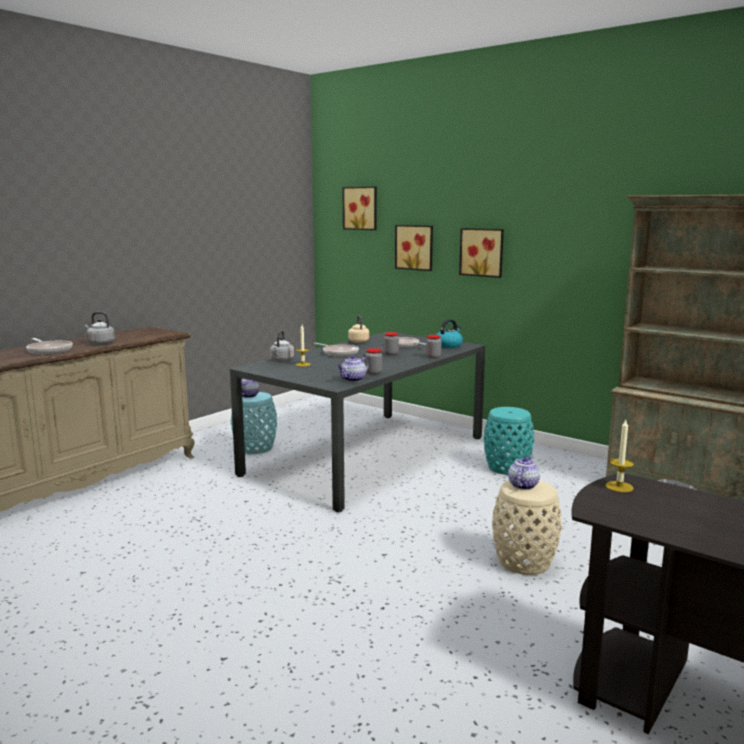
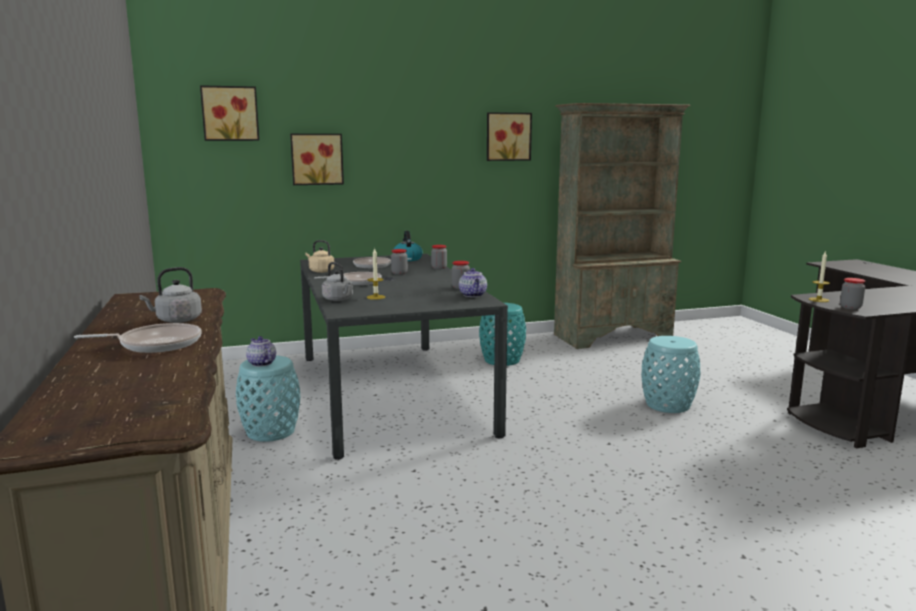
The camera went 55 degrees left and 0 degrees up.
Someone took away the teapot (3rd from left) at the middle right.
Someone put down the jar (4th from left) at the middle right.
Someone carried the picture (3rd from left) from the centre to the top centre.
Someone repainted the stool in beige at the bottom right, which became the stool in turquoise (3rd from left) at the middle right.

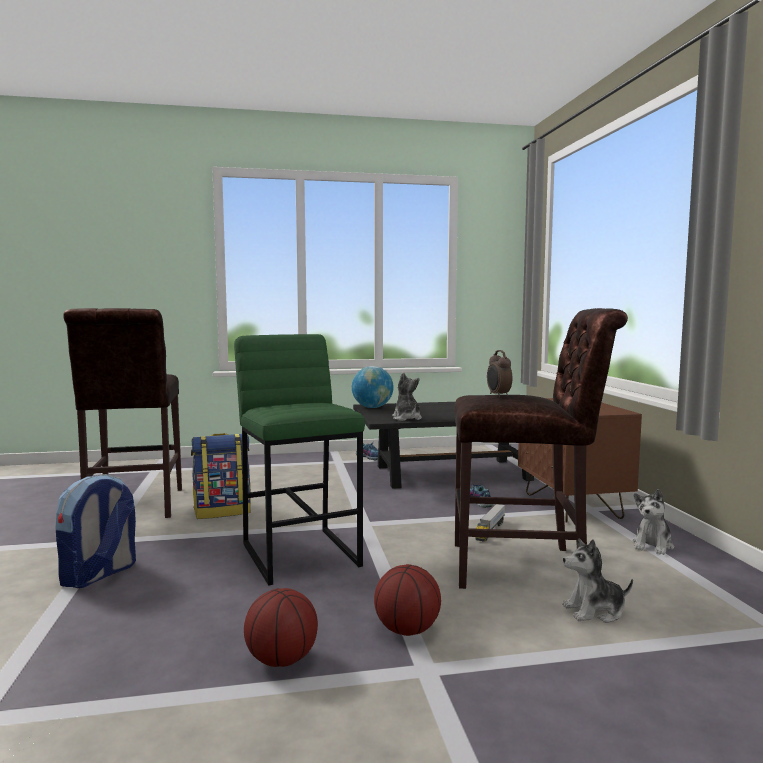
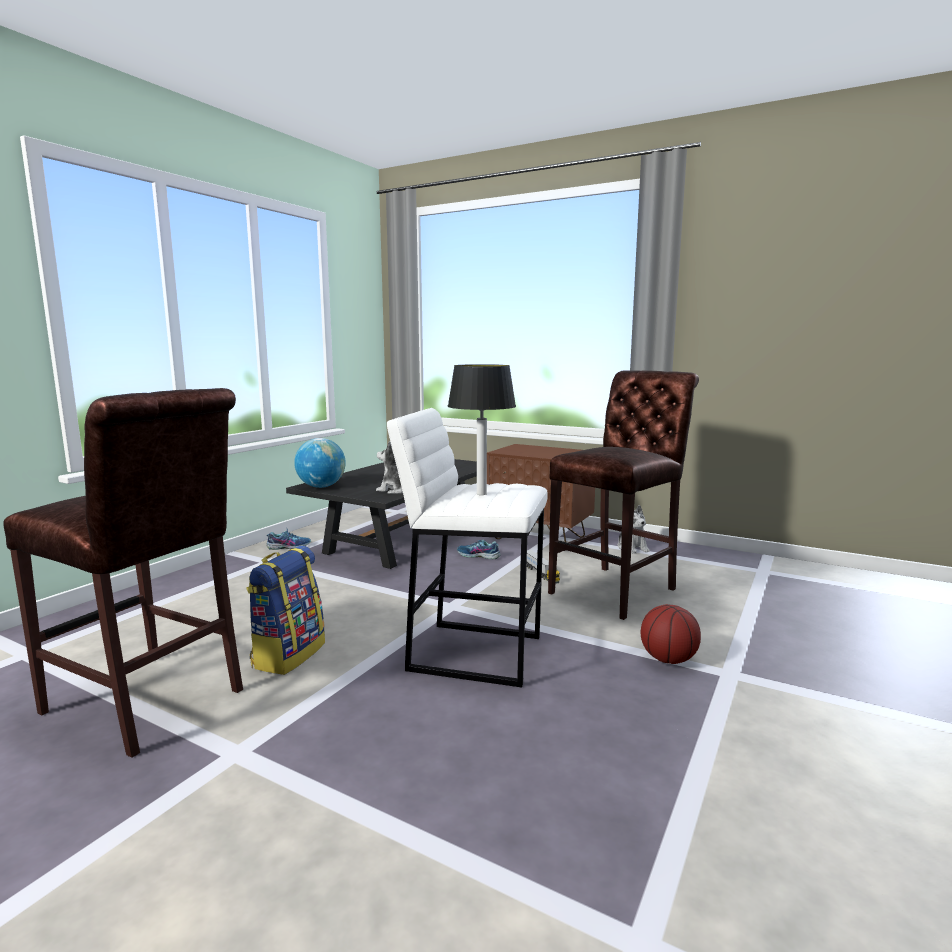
The camera went 50 degrees left and 5 degrees up.
Someone took away the backpack (1st from left) at the bottom left.
Someone took away the basketball (1st from left) at the bottom centre.
Someone took away the alarm clock at the centre.
Someone took away the plush toy (2nd from left) at the bottom right.
Someone put down the table lamp at the centre.
Someone repainted the stool in green at the centre, which became the stool in white at the centre.

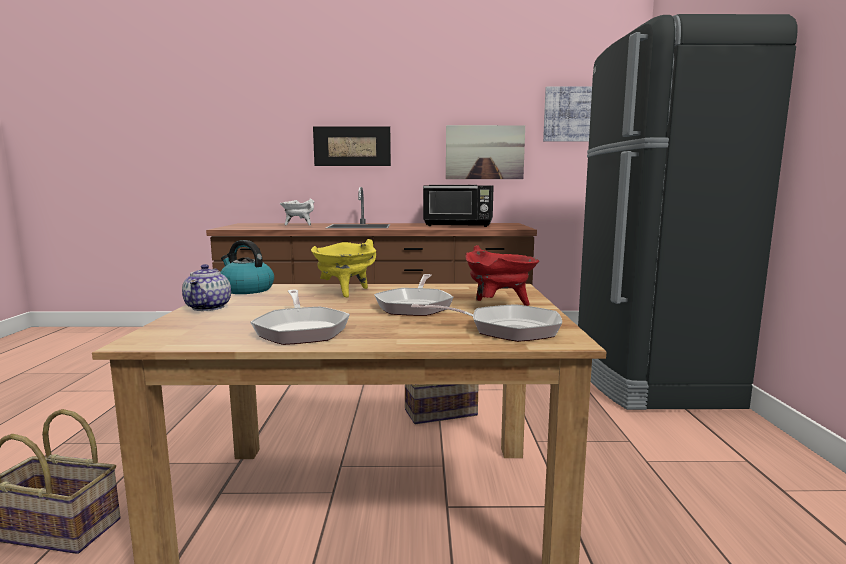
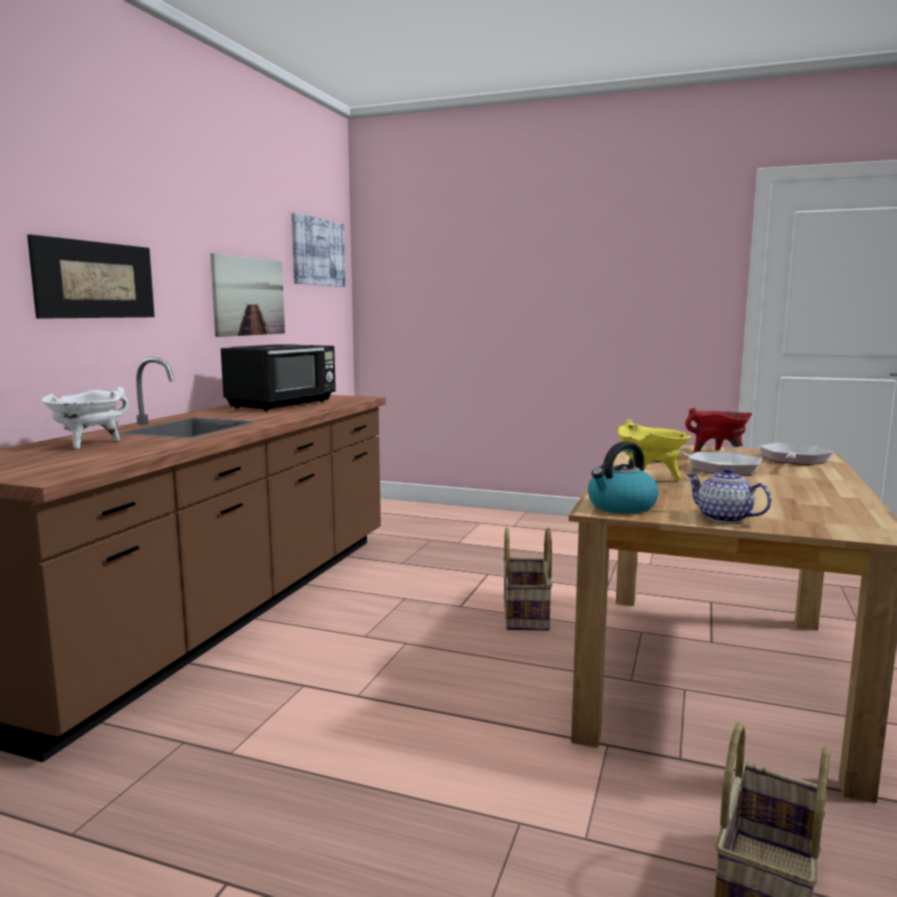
The camera went 70 degrees left and 0 degrees up.
Someone took away the frying pan (1st from left) at the centre.
Someone took away the fridge in black at the middle right.
Someone rotated the teapot at the middle left by 150 degrees counterclockwise.

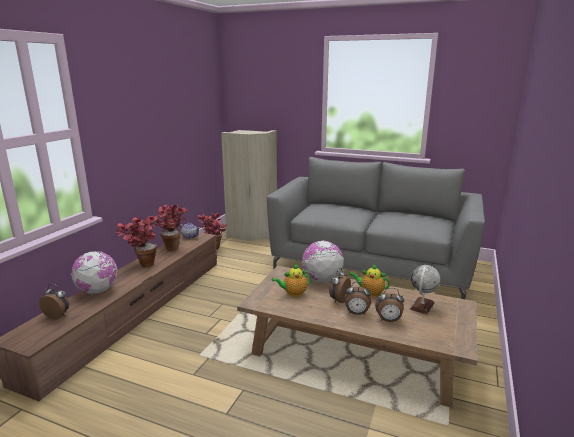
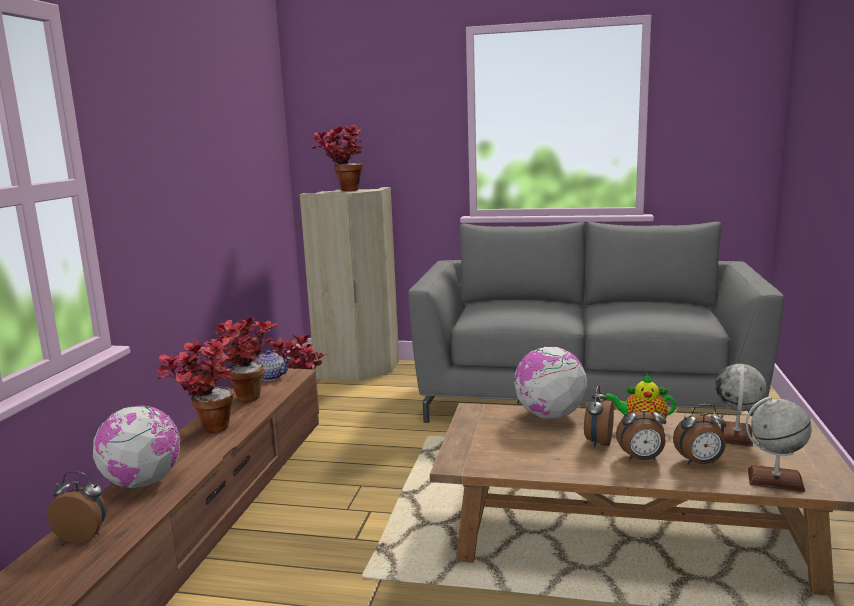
The camera went 10 degrees left and 5 degrees down.
Someone took away the teapot (2nd from left) at the centre.
Someone put down the potted plant (4th from left) at the top centre.
Someone put down the globe (4th from left) at the bottom right.

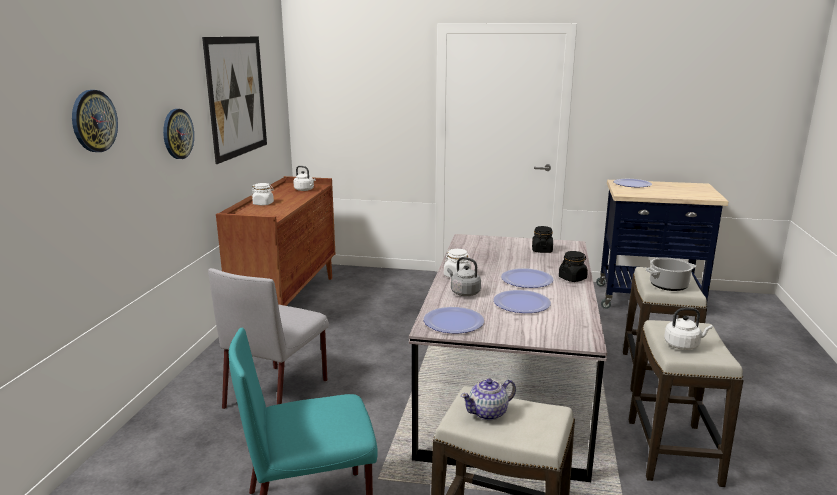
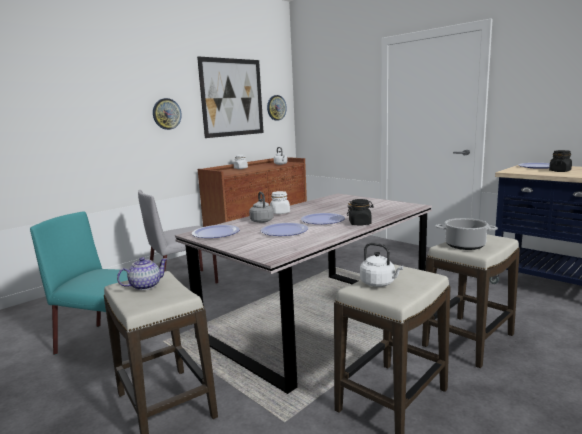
The camera went 35 degrees right and 5 degrees down.
Someone carried the wall clock (1st from left in the first image) from the top left to the top centre.
Someone carried the jar in black (1st from left in the first image) from the centre to the middle right.
Someone rotated the teapot at the bottom centre by 135 degrees clockwise.

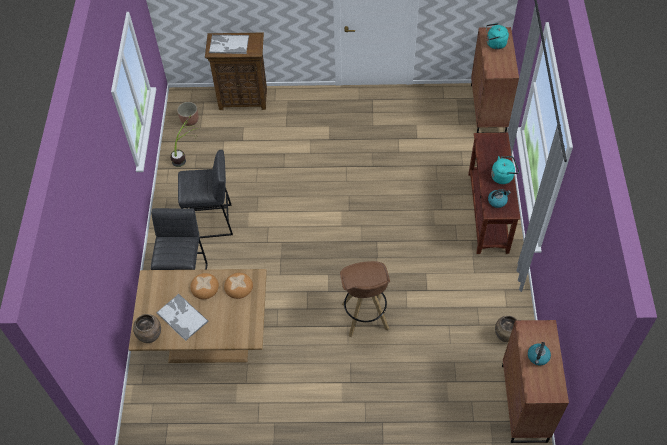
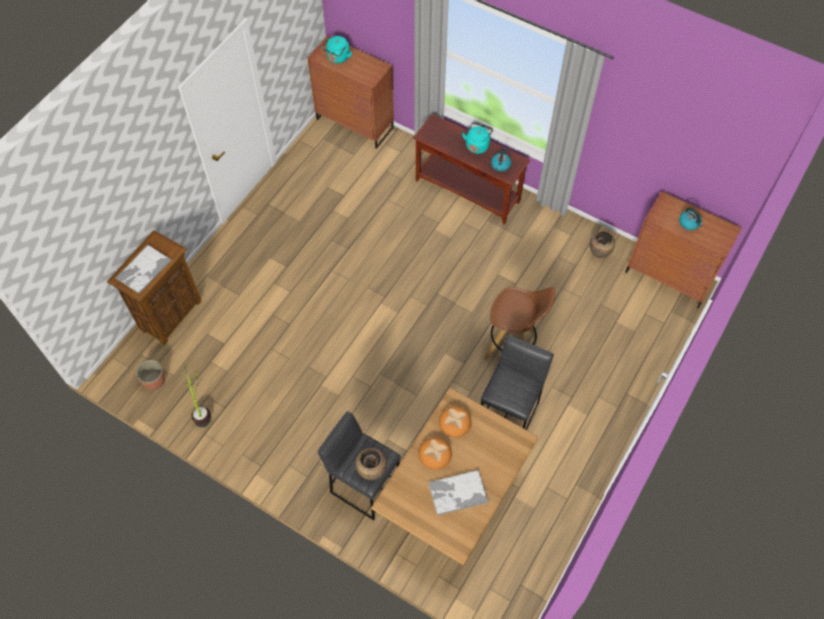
The camera went 60 degrees left and 5 degrees up.
Someone carried the vase in brown (1st from left) from the bottom left to the bottom centre.
Someone carried the stool in grey (2nd from left) from the middle left to the centre.

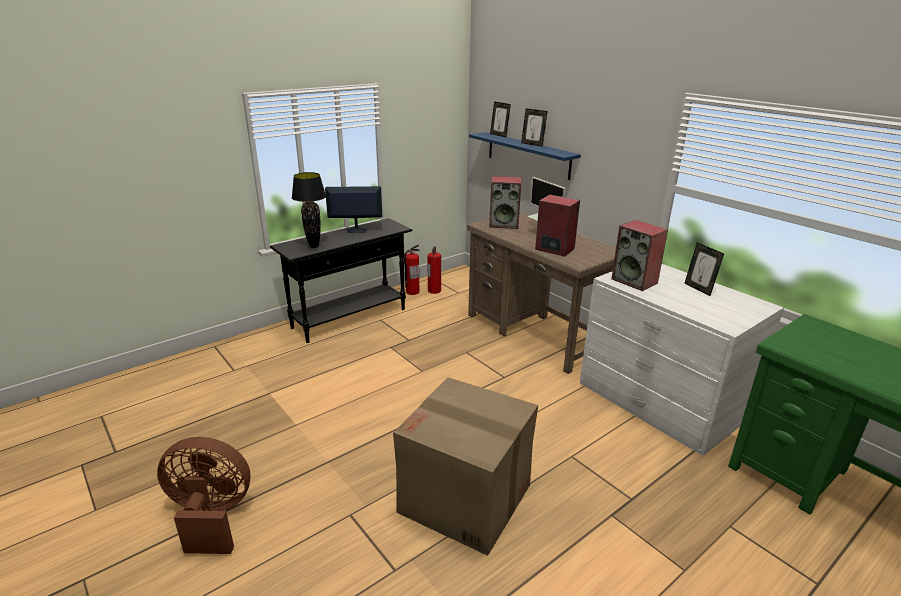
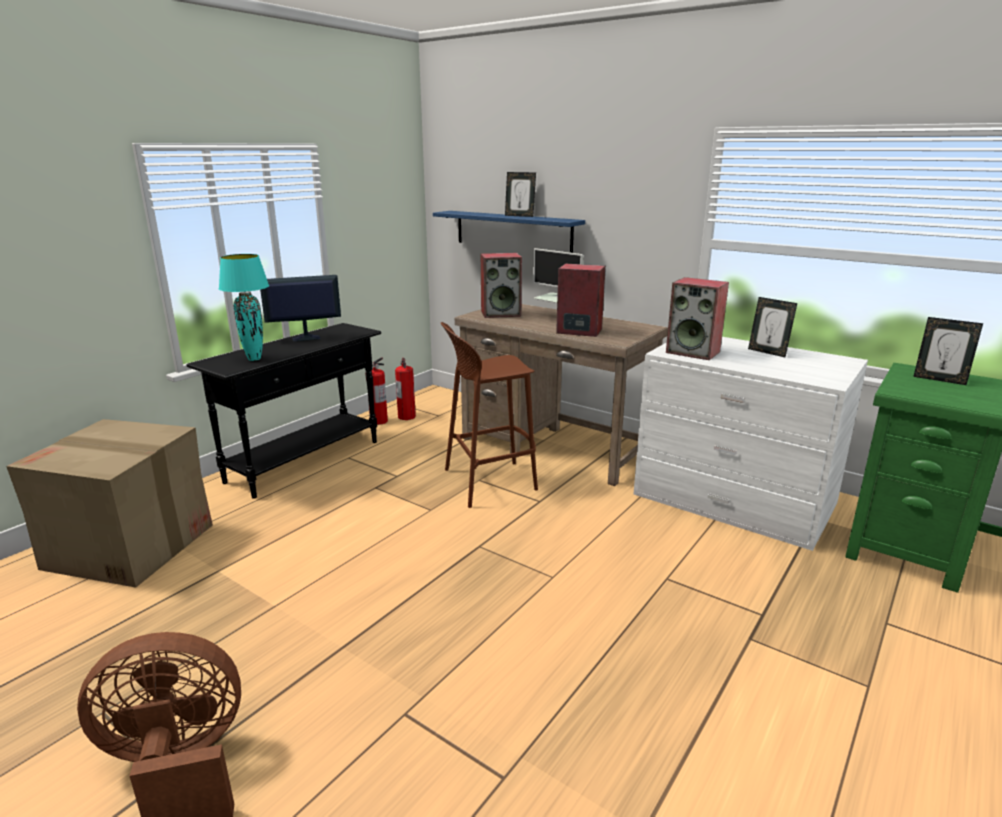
The camera went 15 degrees left and 5 degrees down.
Someone put down the stool in brown at the centre.
Someone carried the cardboard box from the bottom centre to the middle left.
Someone carried the picture frame (1st from left in the first image) from the top centre to the middle right.
Someone repainted the table lamp in black at the centre, which became the table lamp in turquoise at the middle left.

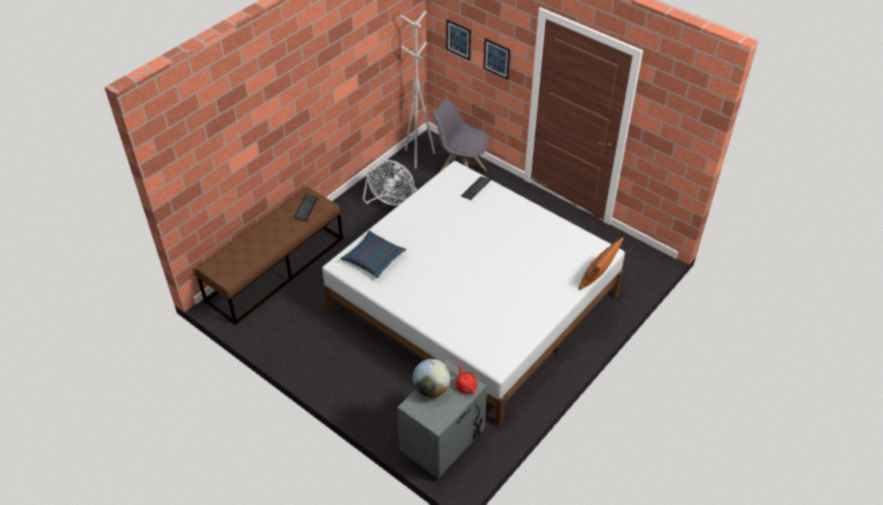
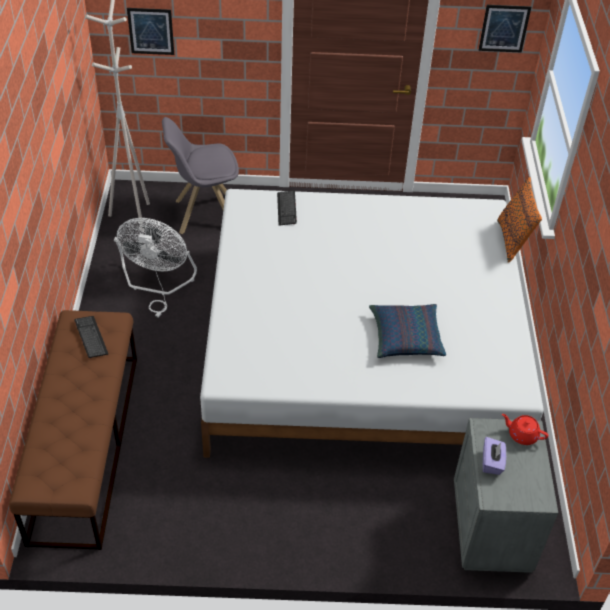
The camera went 40 degrees left and 0 degrees up.
Someone carried the pillow in blue from the centre to the middle right.
Someone carried the picture (2nd from left) from the top centre to the top right.
Someone swapped the globe at the bottom centre for the tissue box in purple at the bottom right.
Someone rotated the fan in white at the centre by 150 degrees counterclockwise.

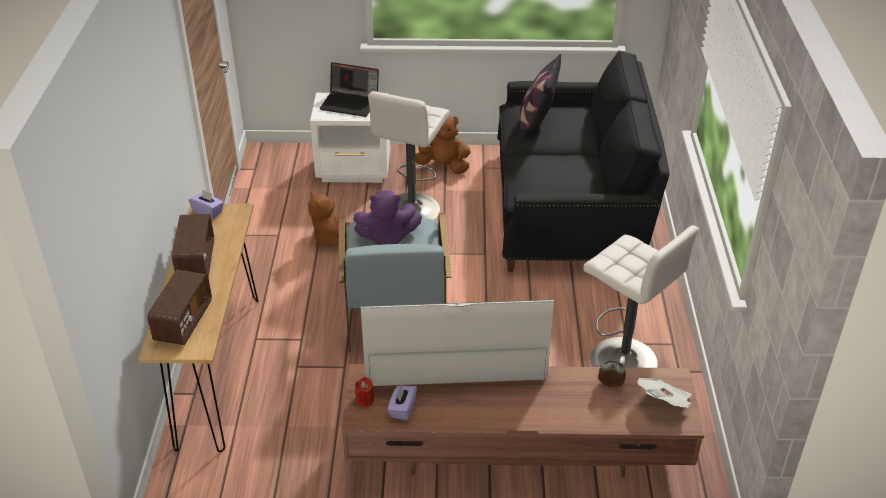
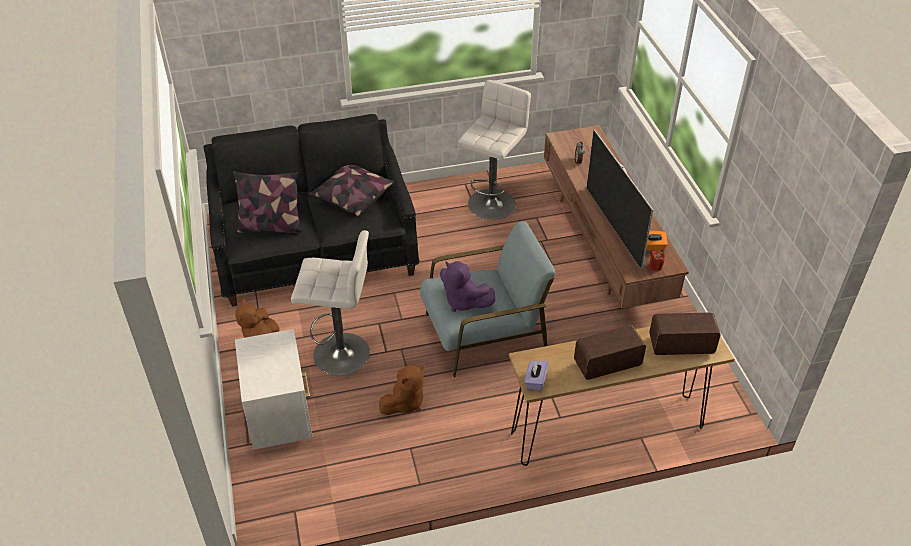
The camera went 105 degrees left and 5 degrees up.
Someone took away the laptop at the top centre.
Someone took away the newspaper at the bottom right.
Someone put down the pillow (2nd from left) at the centre.
Someone repainted the tissue box in purple (2nd from left) at the bottom centre, which became the tissue box in orange at the middle right.
Someone rotated the plush toy in purple at the centre by 150 degrees clockwise.

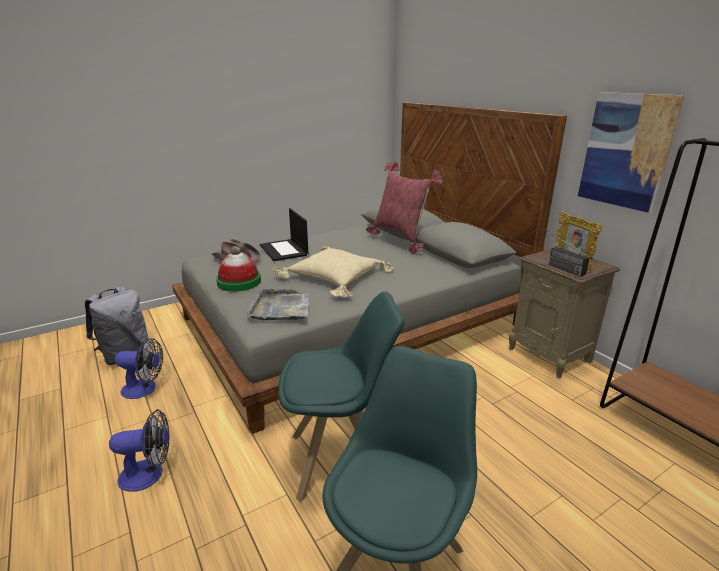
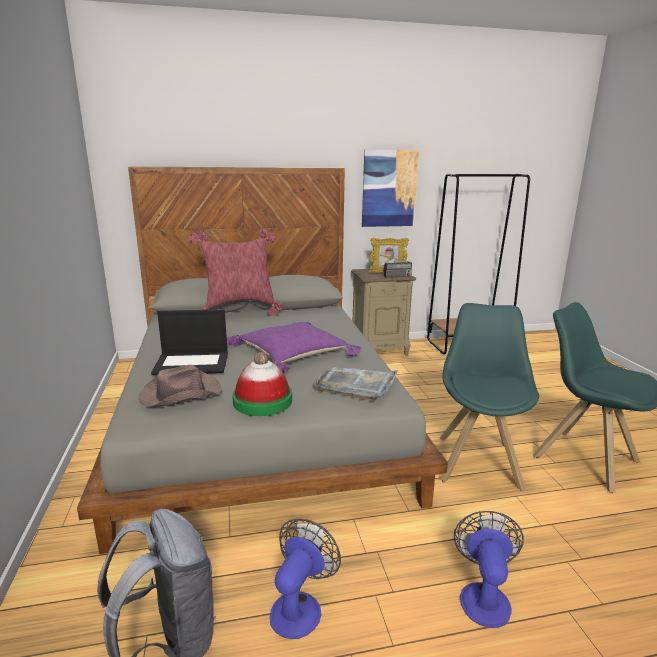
The camera went 70 degrees left and 5 degrees down.
Someone repainted the pillow in beige at the centre, which became the pillow in purple at the centre.

